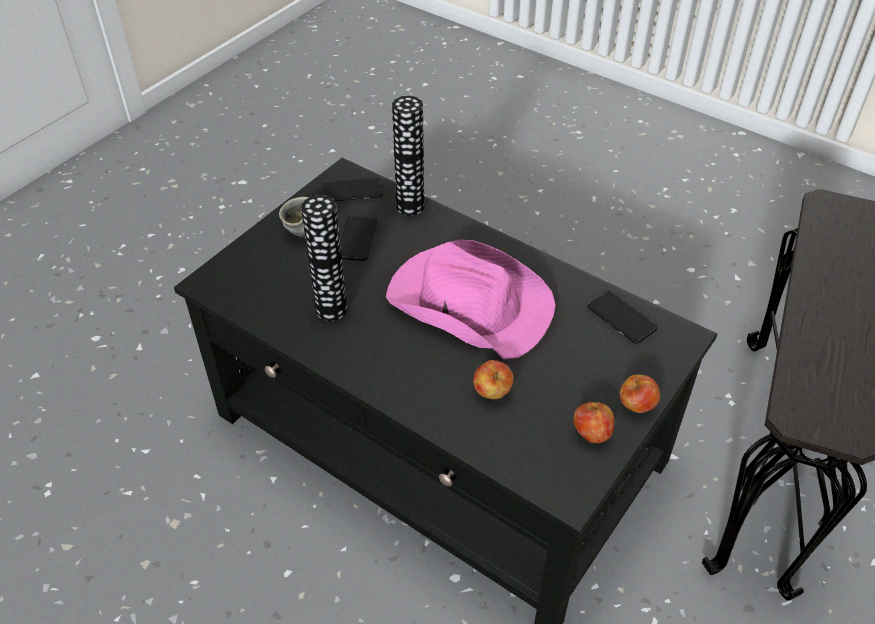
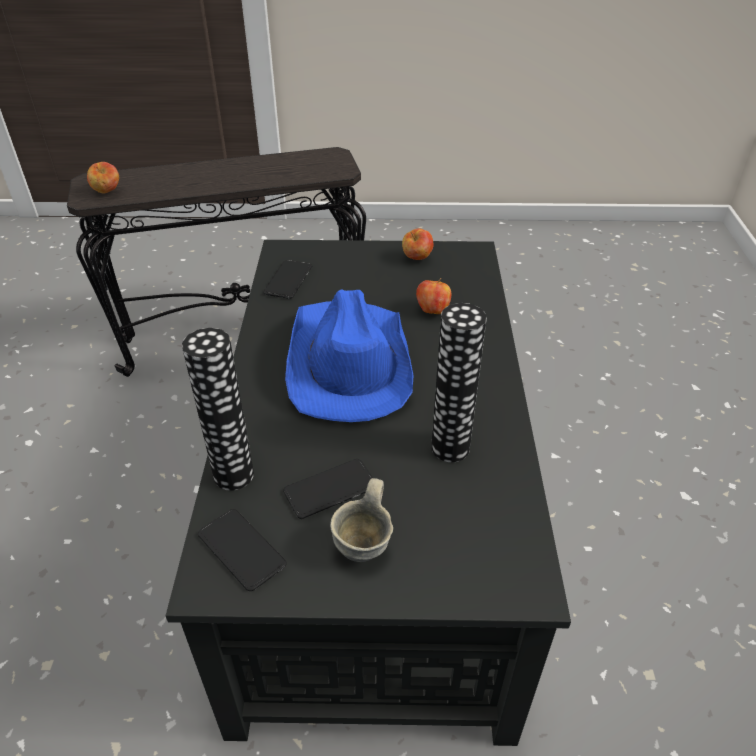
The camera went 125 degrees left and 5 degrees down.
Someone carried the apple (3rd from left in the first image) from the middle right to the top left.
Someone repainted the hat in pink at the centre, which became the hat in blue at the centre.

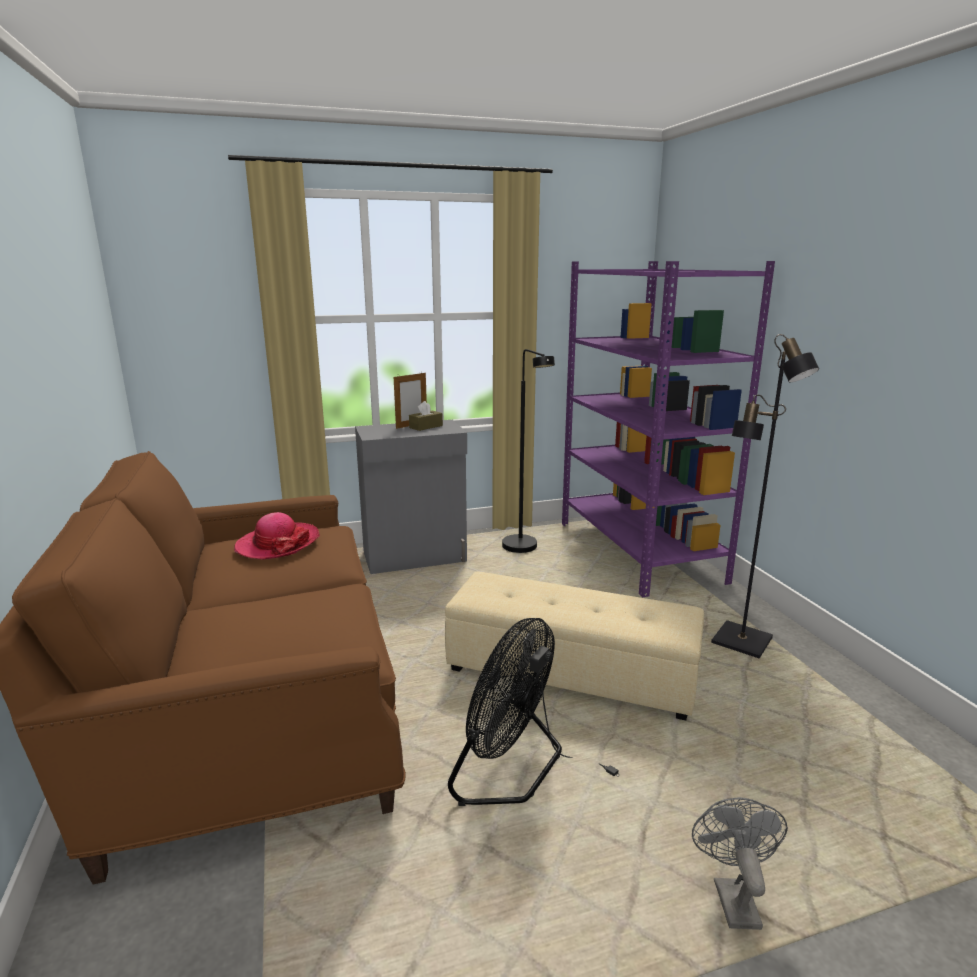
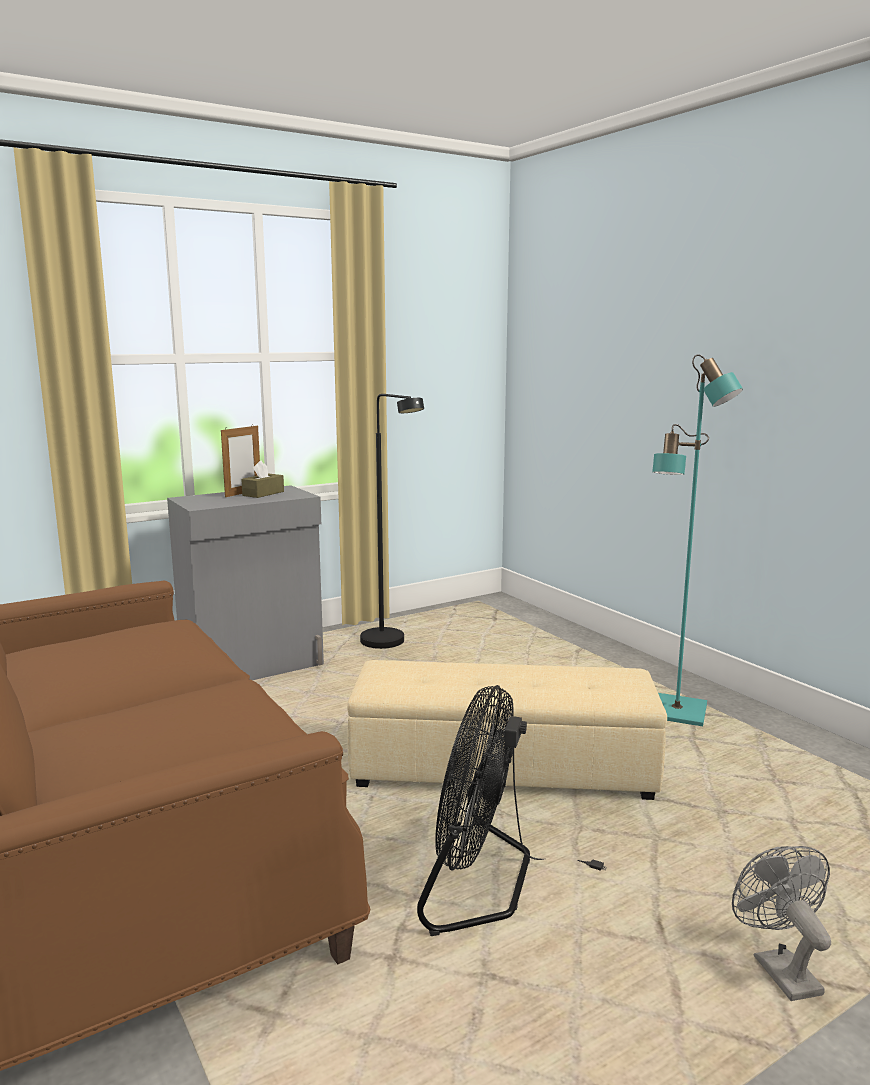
The camera went 15 degrees left and 5 degrees down.
Someone took away the hat at the middle left.
Someone took away the bookcase in purple at the middle right.
Someone repainted the floor lamp in black (2nd from left) at the middle right, which became the floor lamp in turquoise at the middle right.

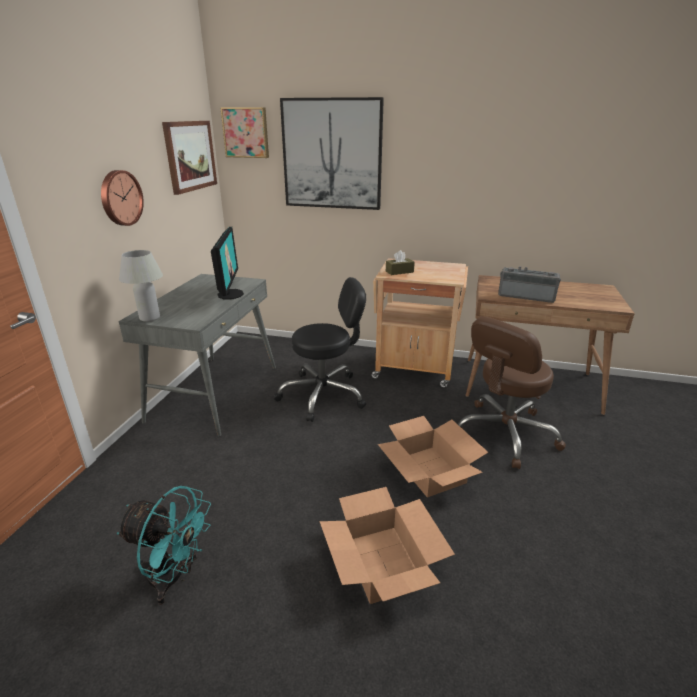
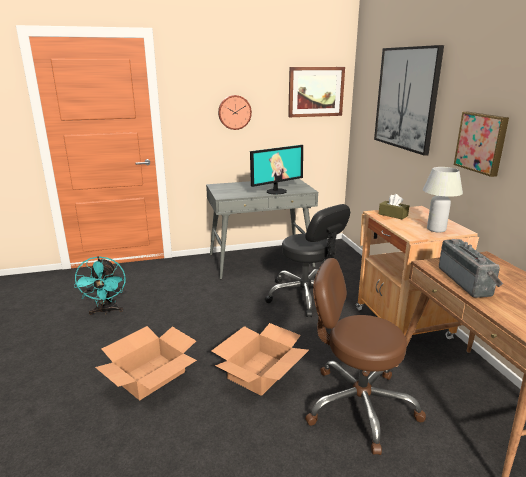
The camera went 60 degrees right and 5 degrees down.
Someone carried the table lamp in white from the middle left to the middle right.
Someone carried the picture (2nd from left in the first image) from the top centre to the top right.

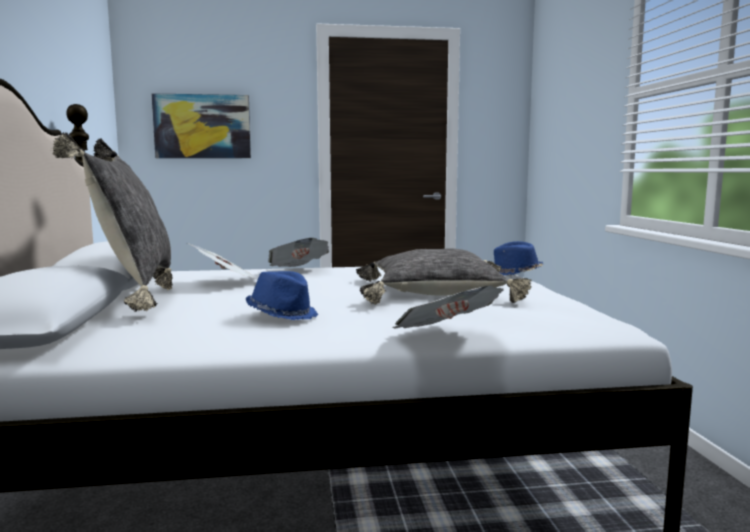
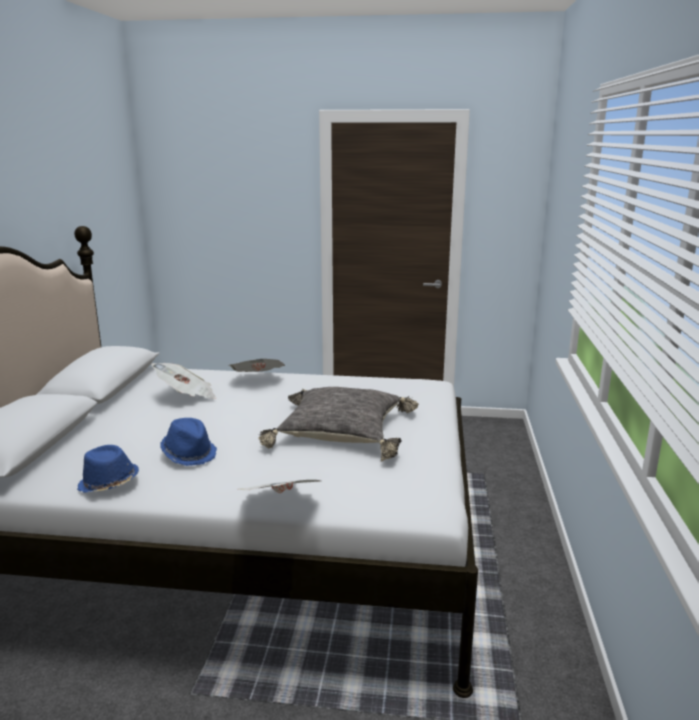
The camera went 15 degrees right and 10 degrees up.
Someone took away the pillow (1st from left) at the middle left.
Someone took away the picture at the top left.
Someone carried the hat in blue (2nd from left in the first image) from the middle right to the middle left.

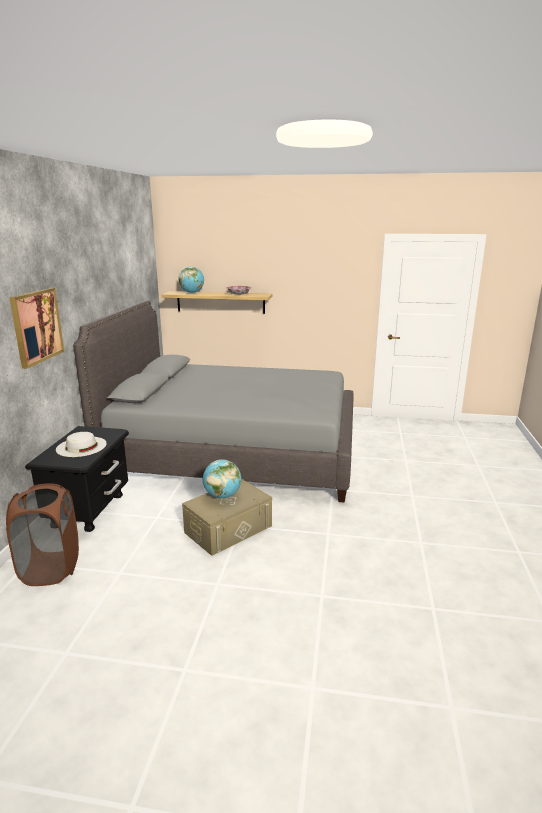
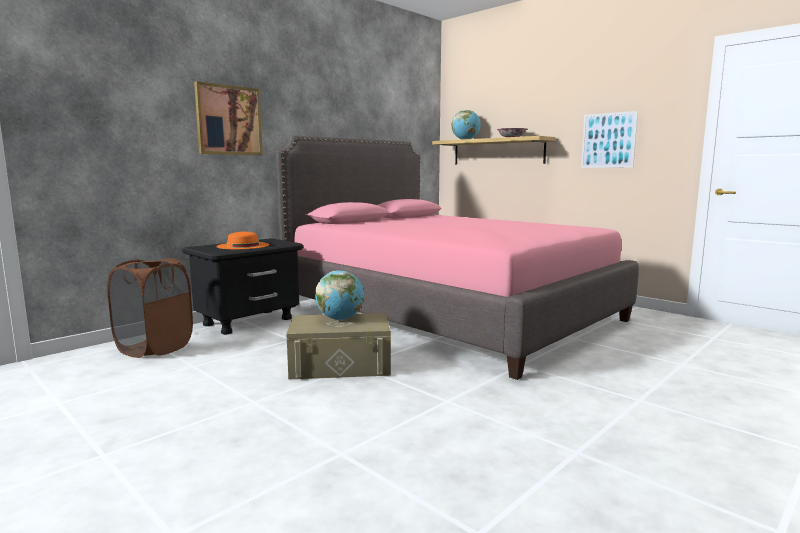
The camera went 35 degrees right and 10 degrees down.
Someone put up the picture (2nd from left) at the top right.
Someone repainted the hat in white at the middle left, which became the hat in orange at the middle left.
Someone repainted the bed in grey at the centre, which became the bed in pink at the centre.

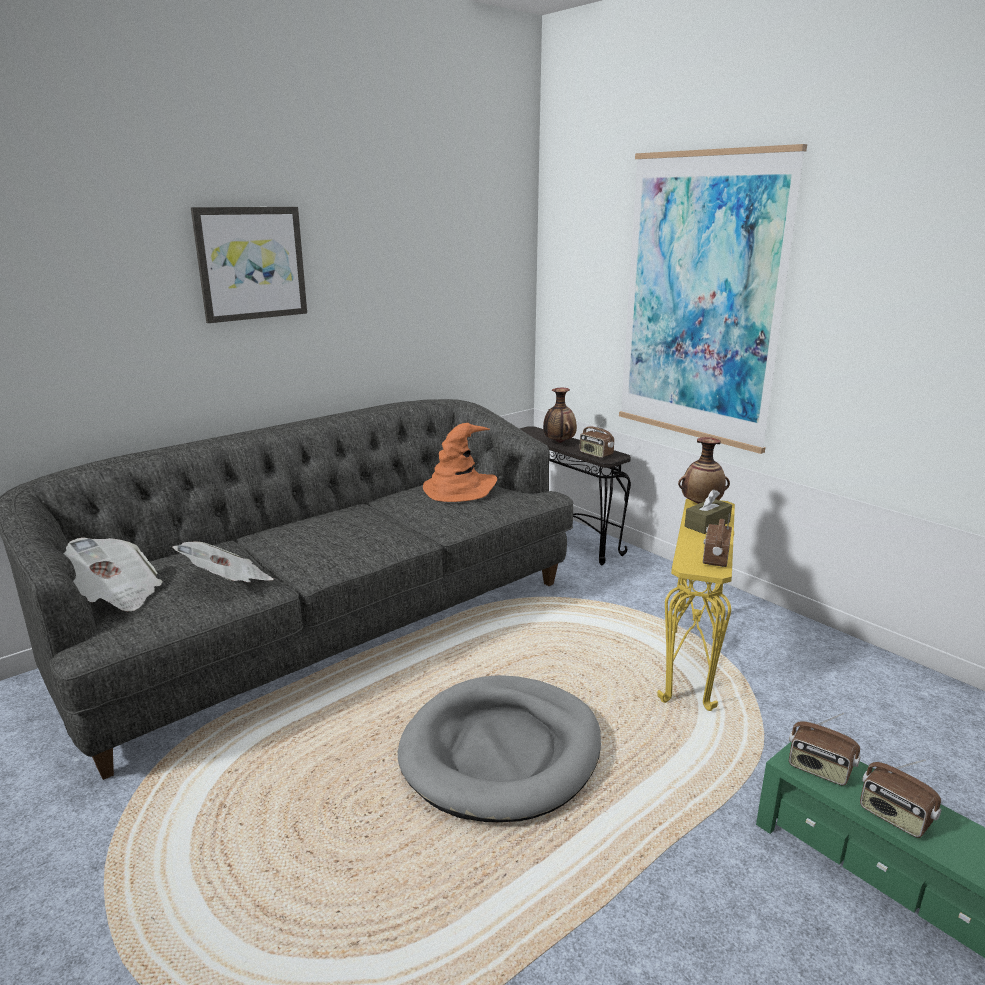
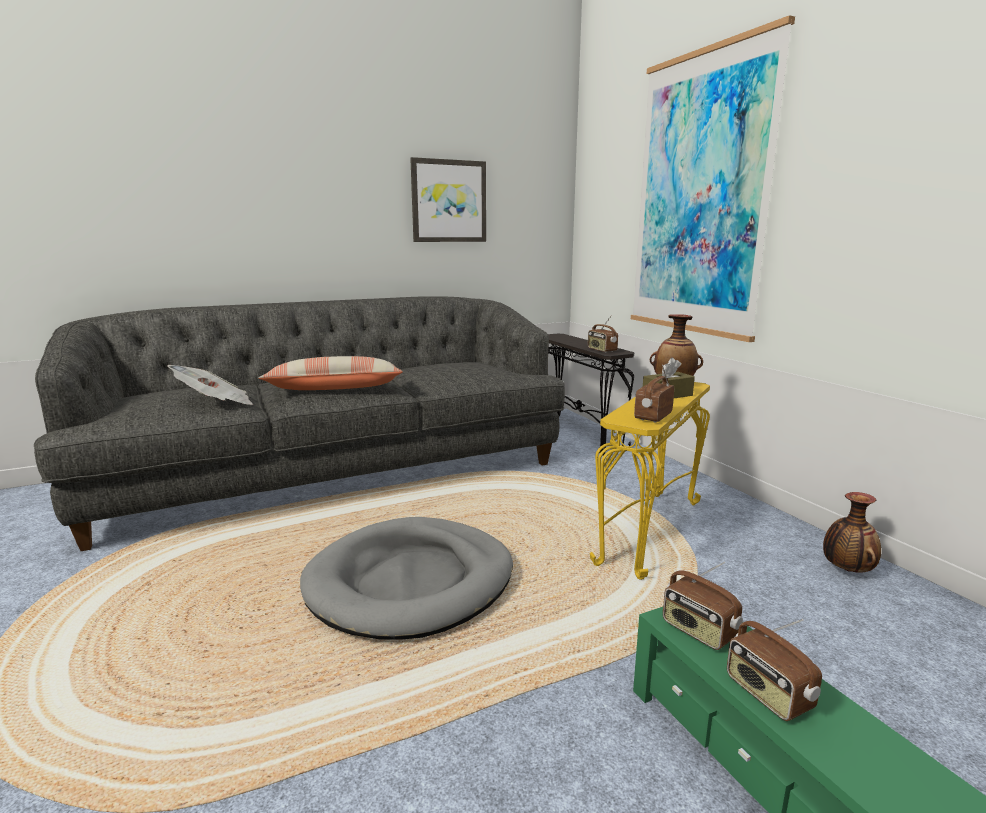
The camera went 15 degrees right and 5 degrees down.
Someone took away the newspaper (1st from left) at the middle left.
Someone took away the hat in orange at the centre.
Someone put down the pillow at the centre.
Someone carried the picture (1st from left) from the top left to the top centre.
Someone carried the vase (1st from left in the first image) from the centre to the middle right.

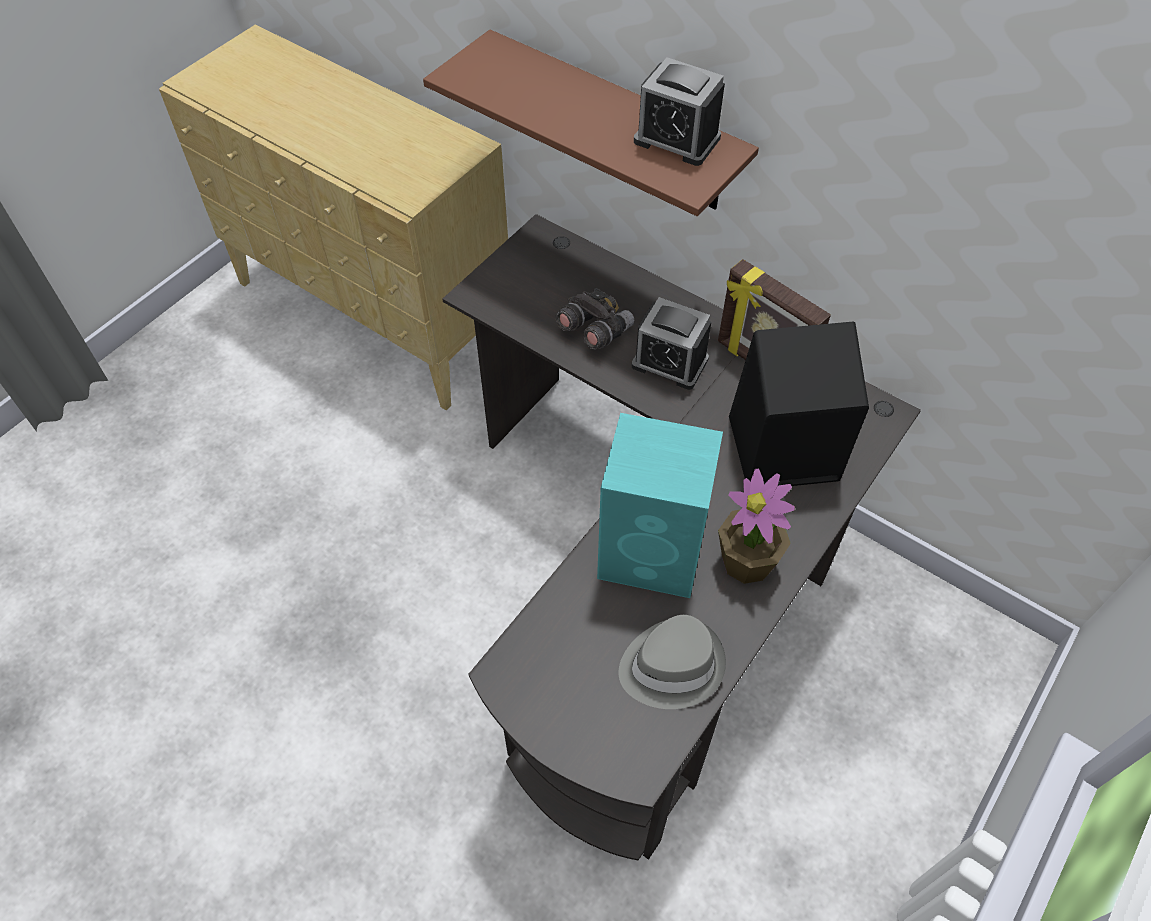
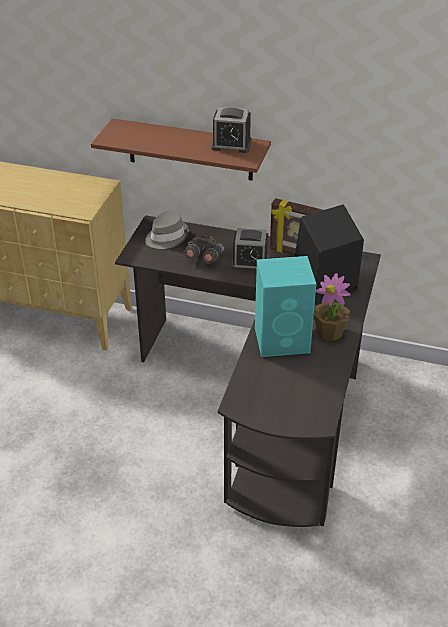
The camera went 20 degrees left and 15 degrees down.
Someone carried the hat in grey from the bottom centre to the centre.

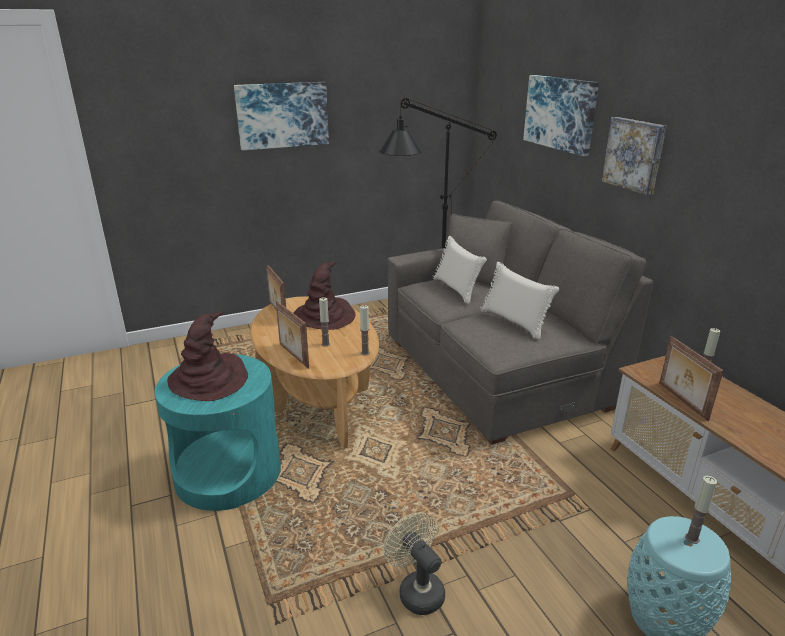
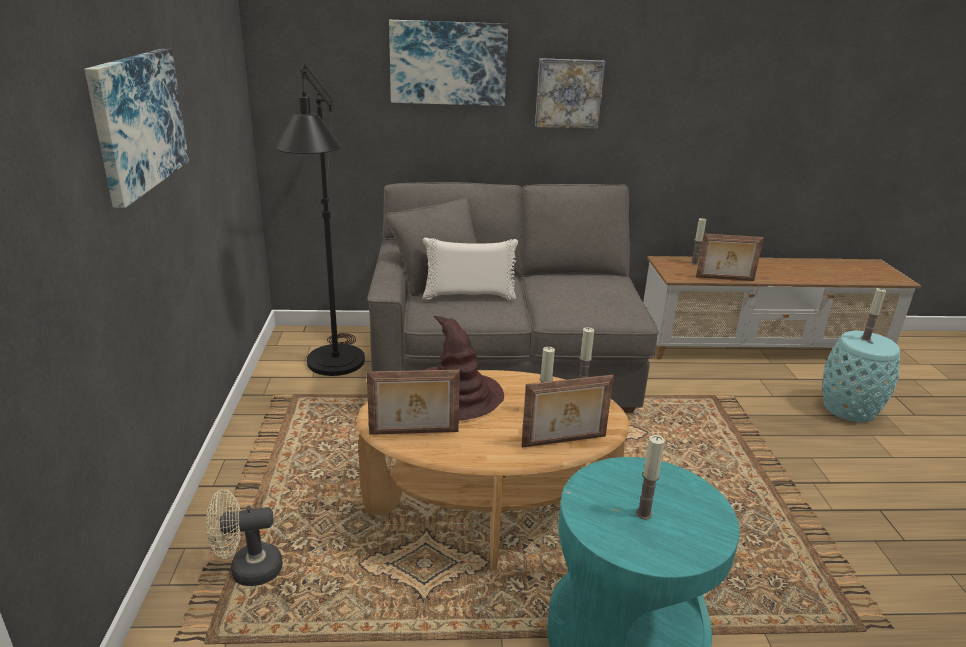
The camera went 70 degrees left and 0 degrees up.
Someone took away the pillow in white (2nd from left) at the centre.
Someone carried the fan in beige from the bottom centre to the bottom left.
Someone swapped the hat in brown (1st from left) at the middle left for the candle (3rd from left) at the bottom right.

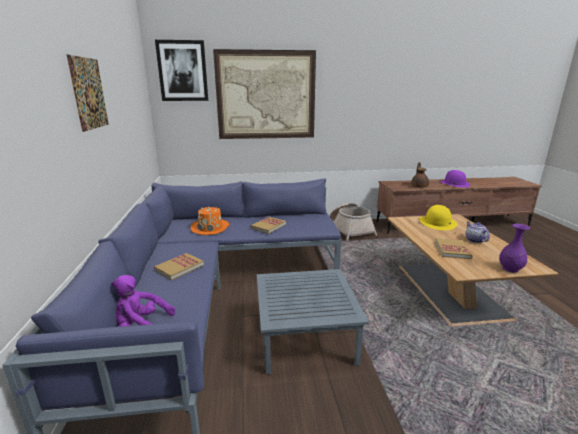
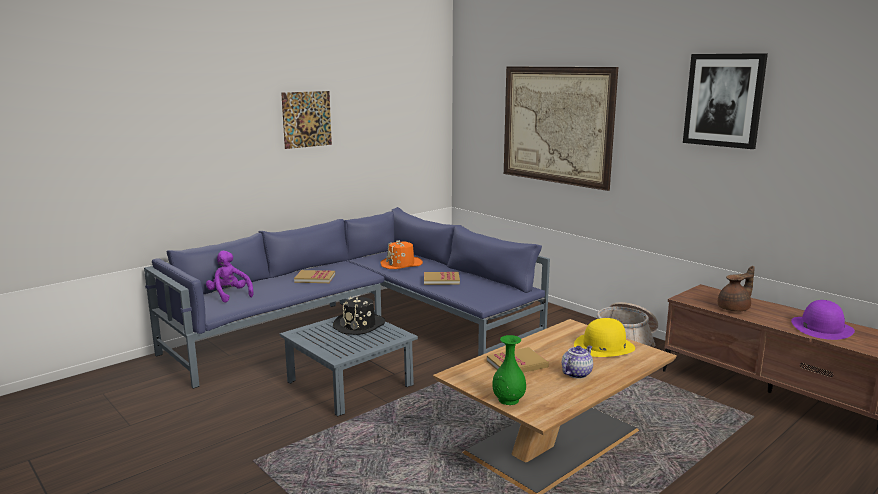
The camera went 55 degrees right and 5 degrees down.
Someone put down the hat in black at the centre.
Someone carried the picture (2nd from left in the first image) from the top left to the top right.
Someone repainted the vase in purple at the middle right, which became the vase in green at the bottom centre.

